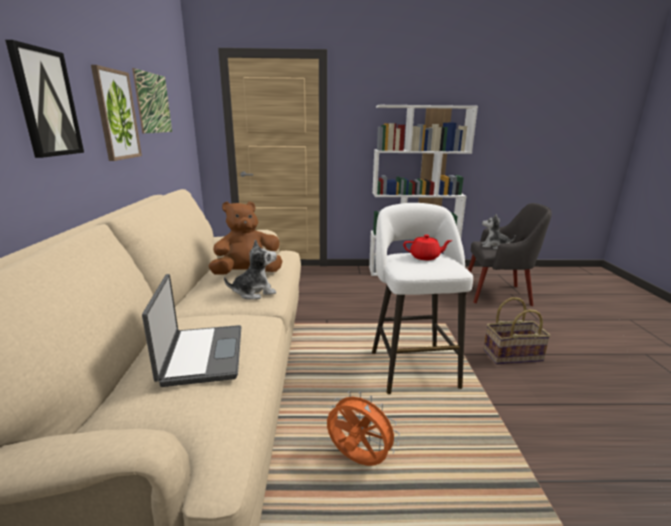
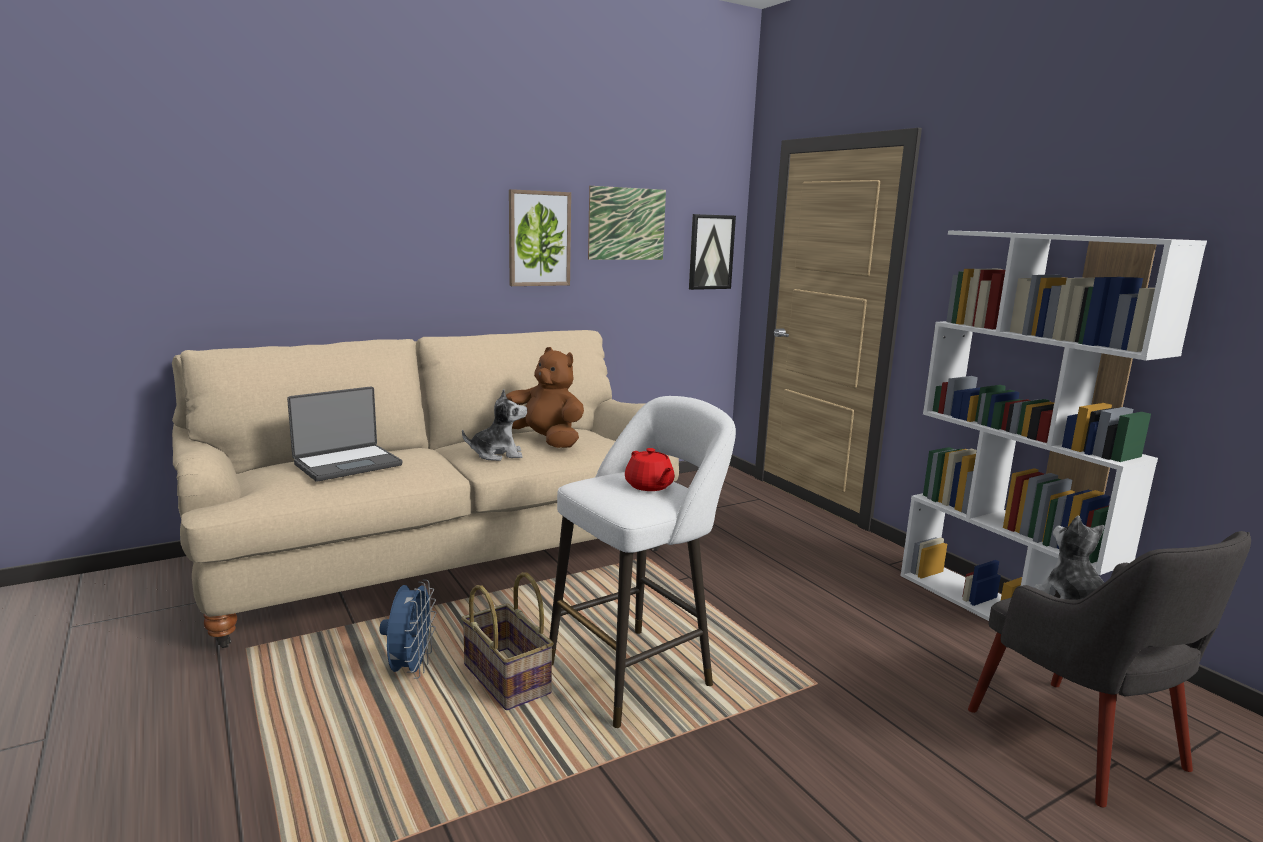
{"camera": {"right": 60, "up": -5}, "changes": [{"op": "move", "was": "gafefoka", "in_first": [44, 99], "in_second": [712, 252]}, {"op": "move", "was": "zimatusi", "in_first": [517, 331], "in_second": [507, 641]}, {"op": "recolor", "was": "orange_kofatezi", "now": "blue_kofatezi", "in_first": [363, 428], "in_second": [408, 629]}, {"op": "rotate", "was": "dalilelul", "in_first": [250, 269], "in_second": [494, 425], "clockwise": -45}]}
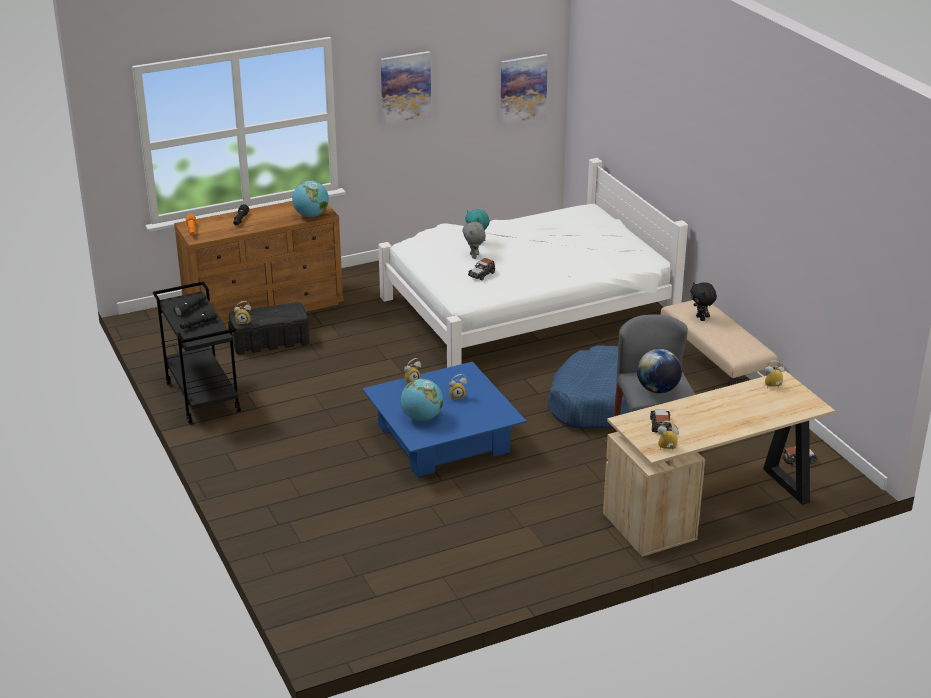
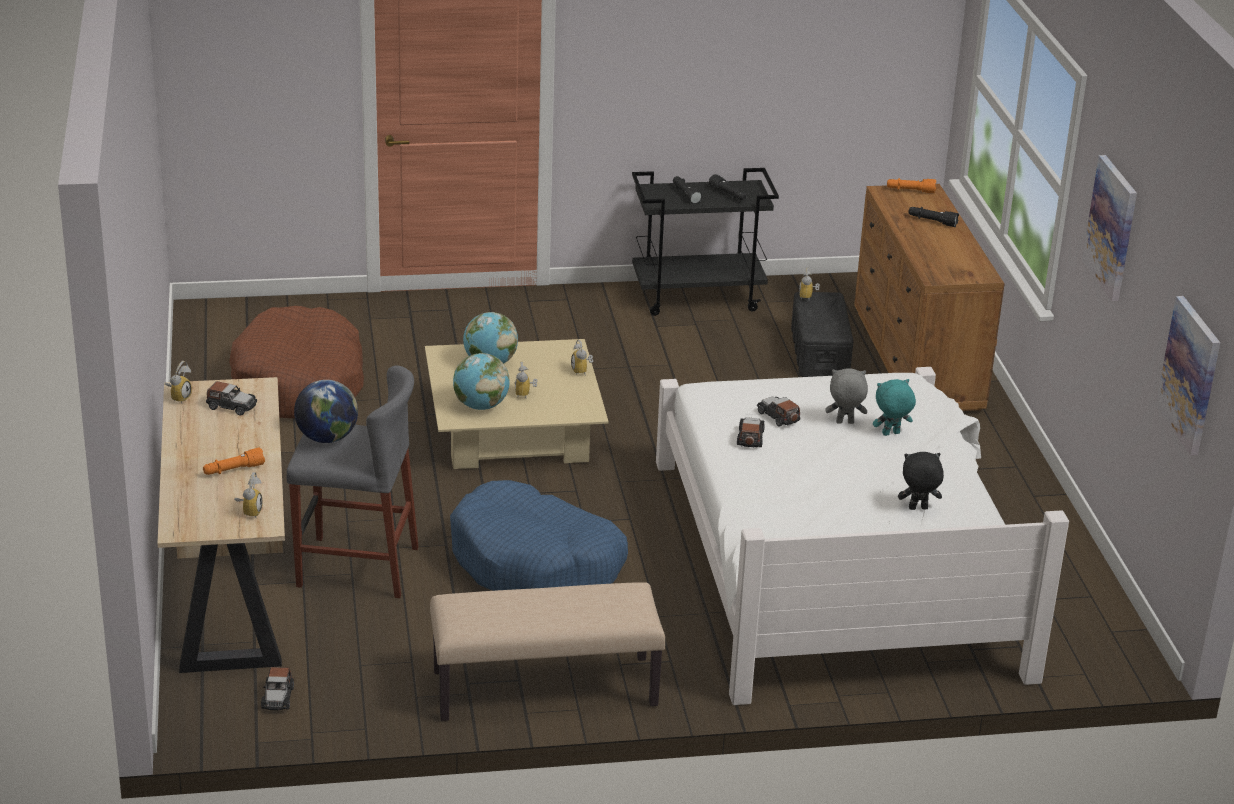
{"camera": {"right": 105, "up": 0}, "changes": [{"op": "insert", "now": "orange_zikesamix", "in_second": [234, 461]}, {"op": "insert", "now": "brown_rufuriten", "in_second": [296, 362]}, {"op": "insert", "now": "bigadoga", "in_second": [751, 432]}, {"op": "move", "was": "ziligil", "in_first": [310, 199], "in_second": [481, 381]}, {"op": "move", "was": "black_dalilelul", "in_first": [703, 301], "in_second": [921, 481]}, {"op": "recolor", "was": "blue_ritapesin", "now": "beige_ritapesin", "in_first": [444, 419], "in_second": [517, 404]}]}
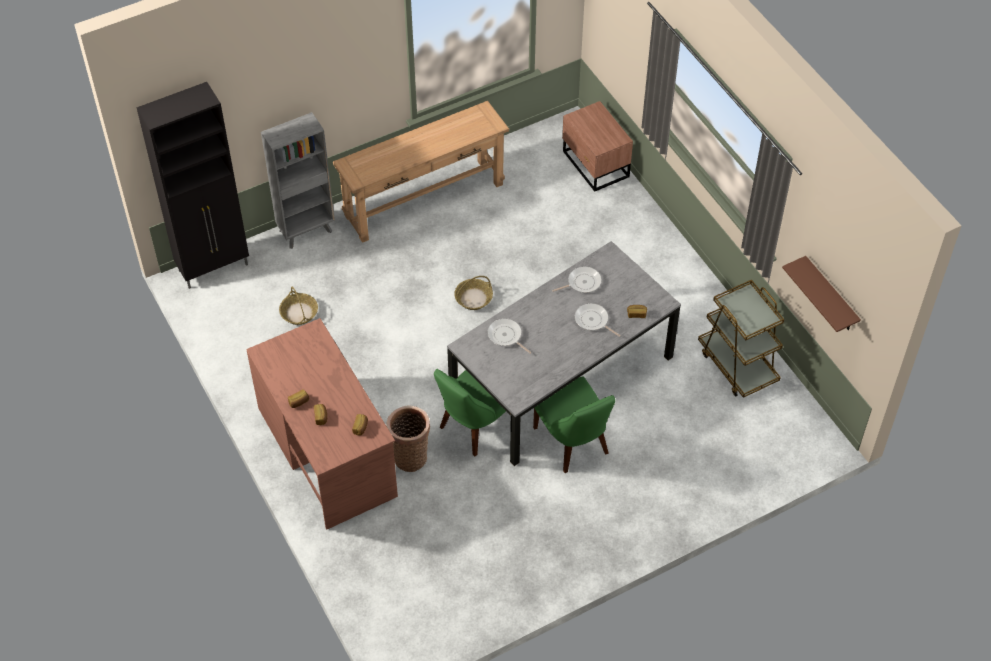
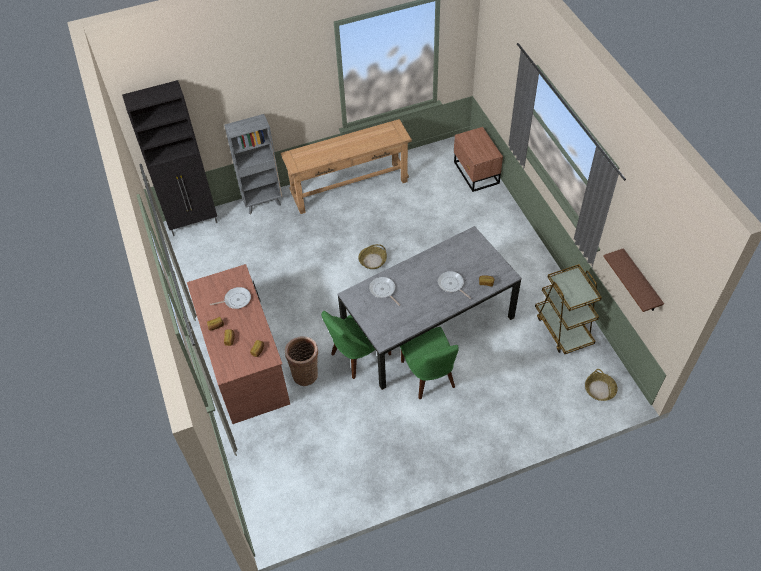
{"camera": {"right": 10, "up": 0}, "changes": [{"op": "move", "was": "zimatusi", "in_first": [298, 306], "in_second": [601, 385]}, {"op": "move", "was": "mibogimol", "in_first": [577, 279], "in_second": [230, 298]}]}
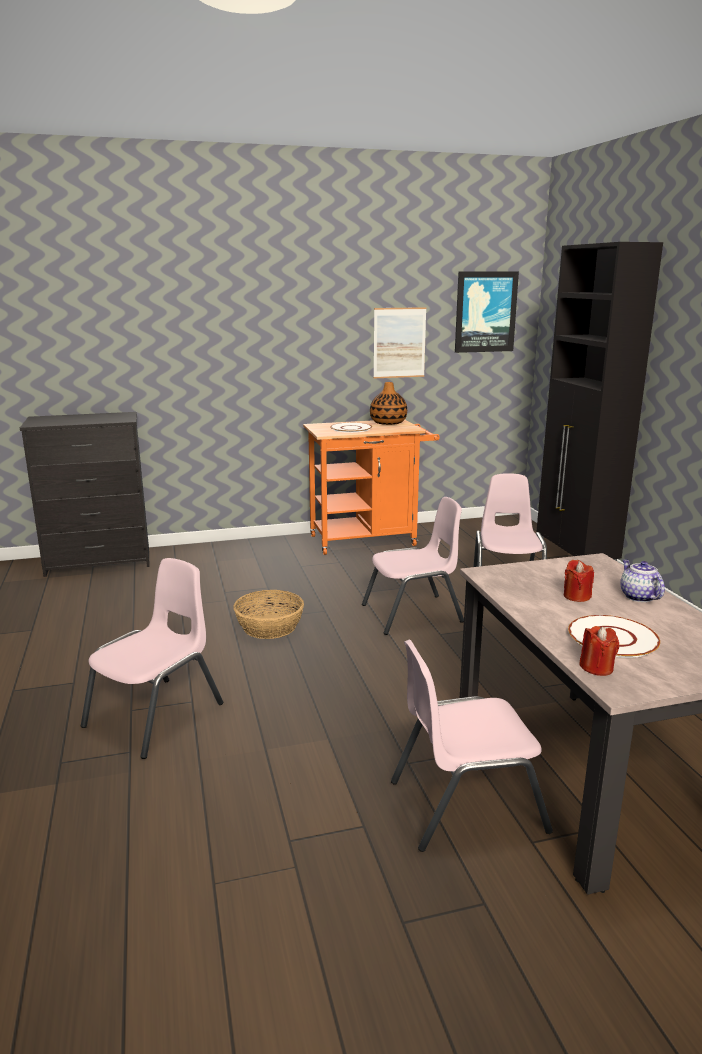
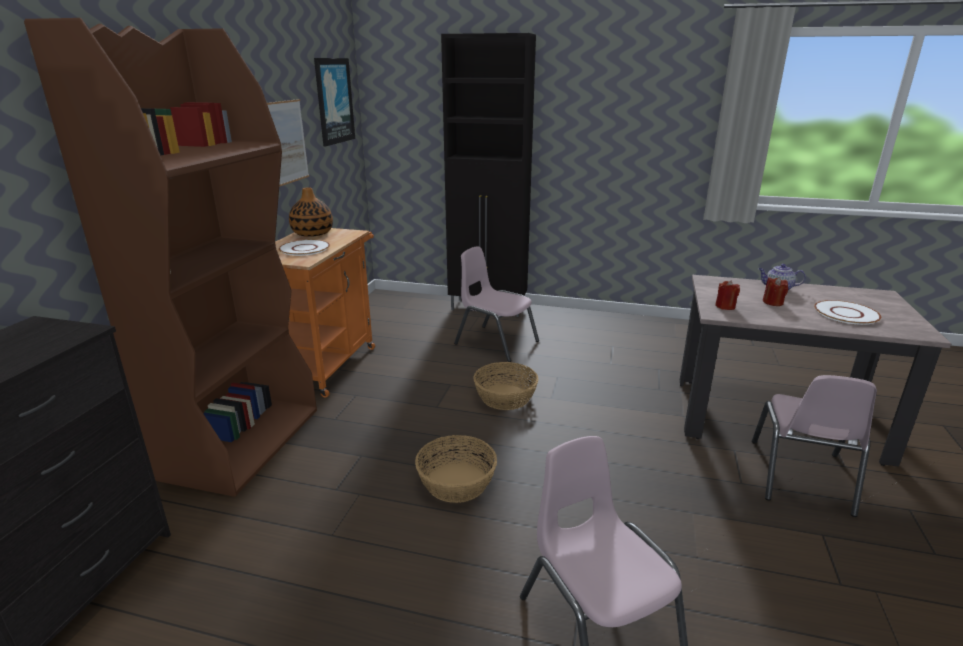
{"camera": {"right": -60, "up": 5}, "changes": [{"op": "insert", "now": "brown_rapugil", "in_second": [170, 257]}, {"op": "move", "was": "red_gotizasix", "in_first": [599, 651], "in_second": [727, 295]}, {"op": "replace", "was": "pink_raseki", "now": "zimatusi", "in_first": [413, 566], "in_second": [505, 386]}]}
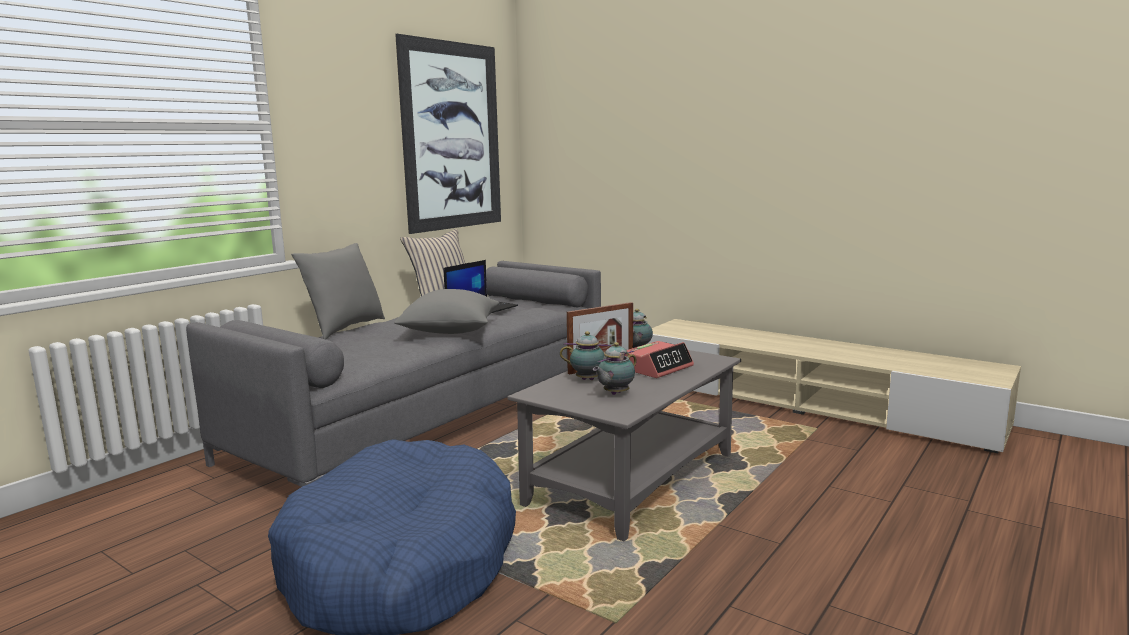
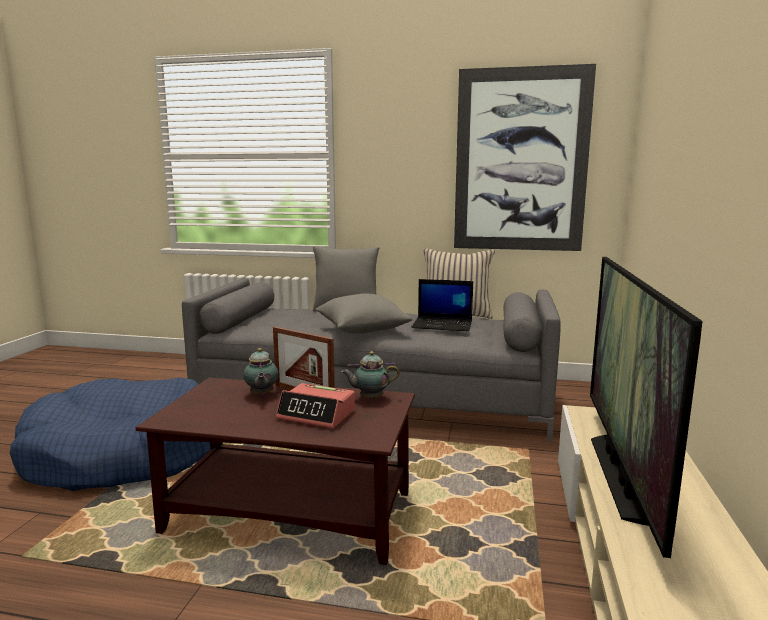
{"camera": {"right": 65, "up": 0}, "changes": [{"op": "delete", "was": "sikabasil", "in_first": [615, 368]}, {"op": "insert", "now": "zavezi", "in_second": [646, 407]}, {"op": "recolor", "was": "grey_ritapesin", "now": "brown_ritapesin", "in_first": [624, 442], "in_second": [275, 471]}]}
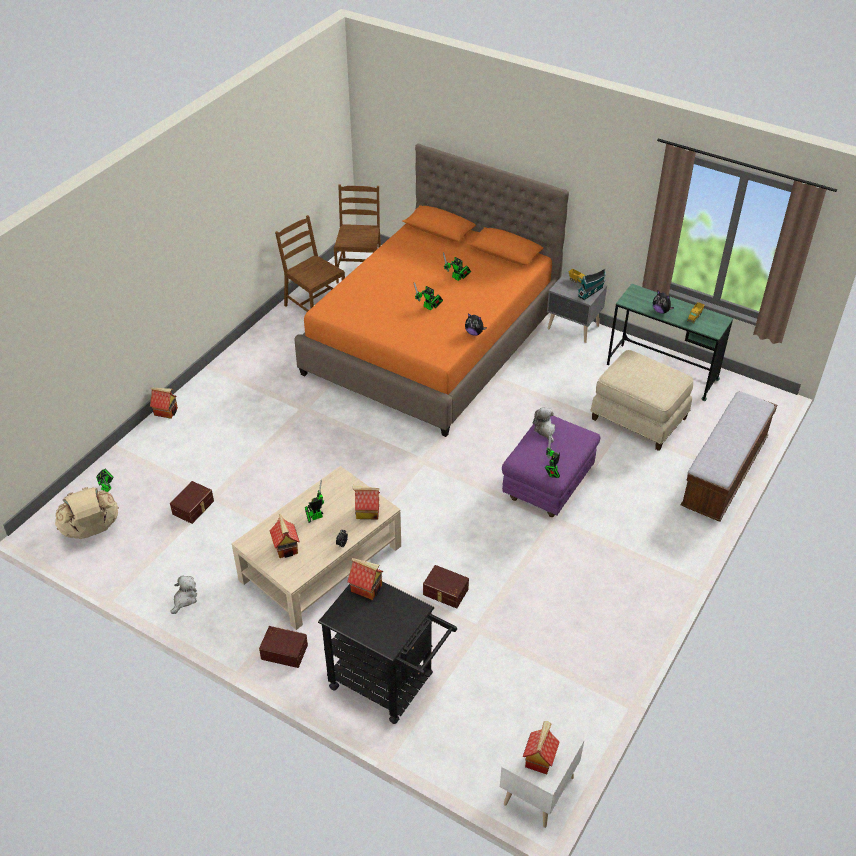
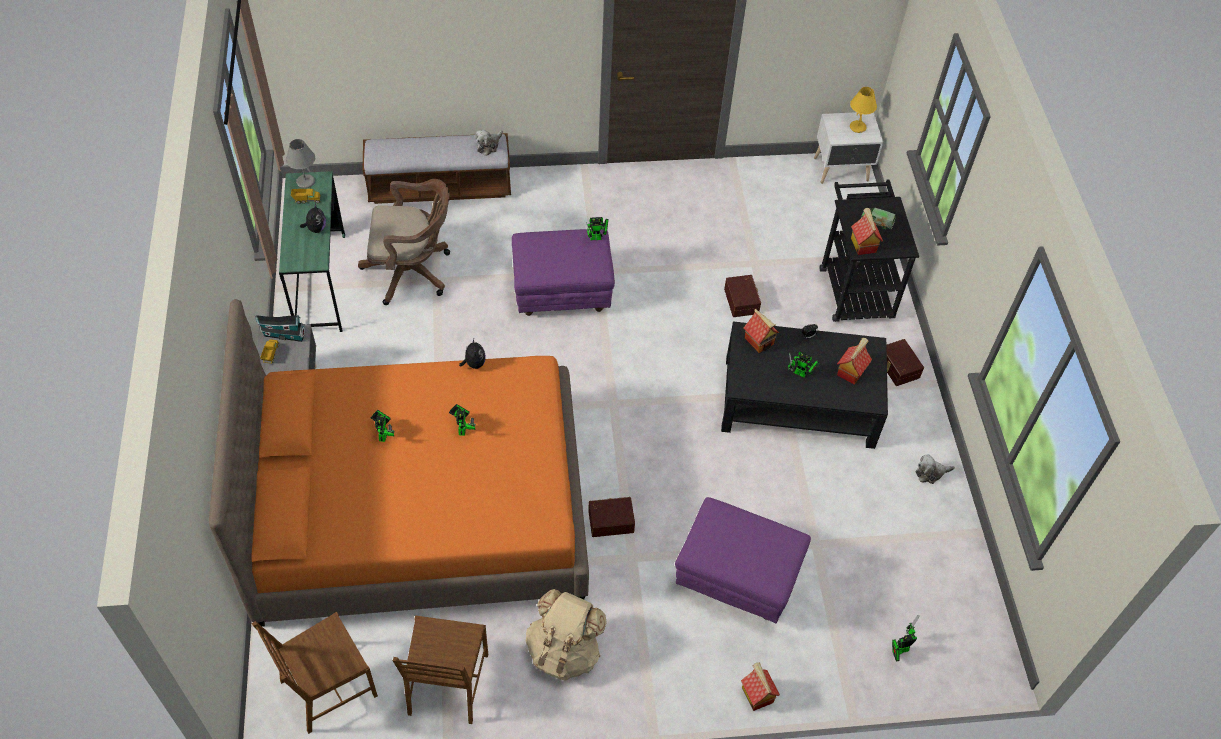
{"camera": {"right": -130, "up": 10}, "changes": [{"op": "insert", "now": "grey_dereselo", "in_second": [300, 163]}, {"op": "insert", "now": "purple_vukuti", "in_second": [743, 560]}, {"op": "insert", "now": "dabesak", "in_second": [878, 219]}, {"op": "move", "was": "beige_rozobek", "in_first": [87, 513], "in_second": [566, 635]}, {"op": "move", "was": "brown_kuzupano", "in_first": [192, 502], "in_second": [611, 517]}, {"op": "move", "was": "dalilelul", "in_first": [544, 425], "in_second": [489, 143]}, {"op": "replace", "was": "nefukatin", "now": "yellow_dereselo", "in_first": [541, 747], "in_second": [863, 110]}, {"op": "replace", "was": "beige_vukuti", "now": "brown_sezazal", "in_first": [641, 400], "in_second": [404, 242]}, {"op": "recolor", "was": "beige_ritapesin", "now": "black_ritapesin", "in_first": [316, 548], "in_second": [804, 385]}]}
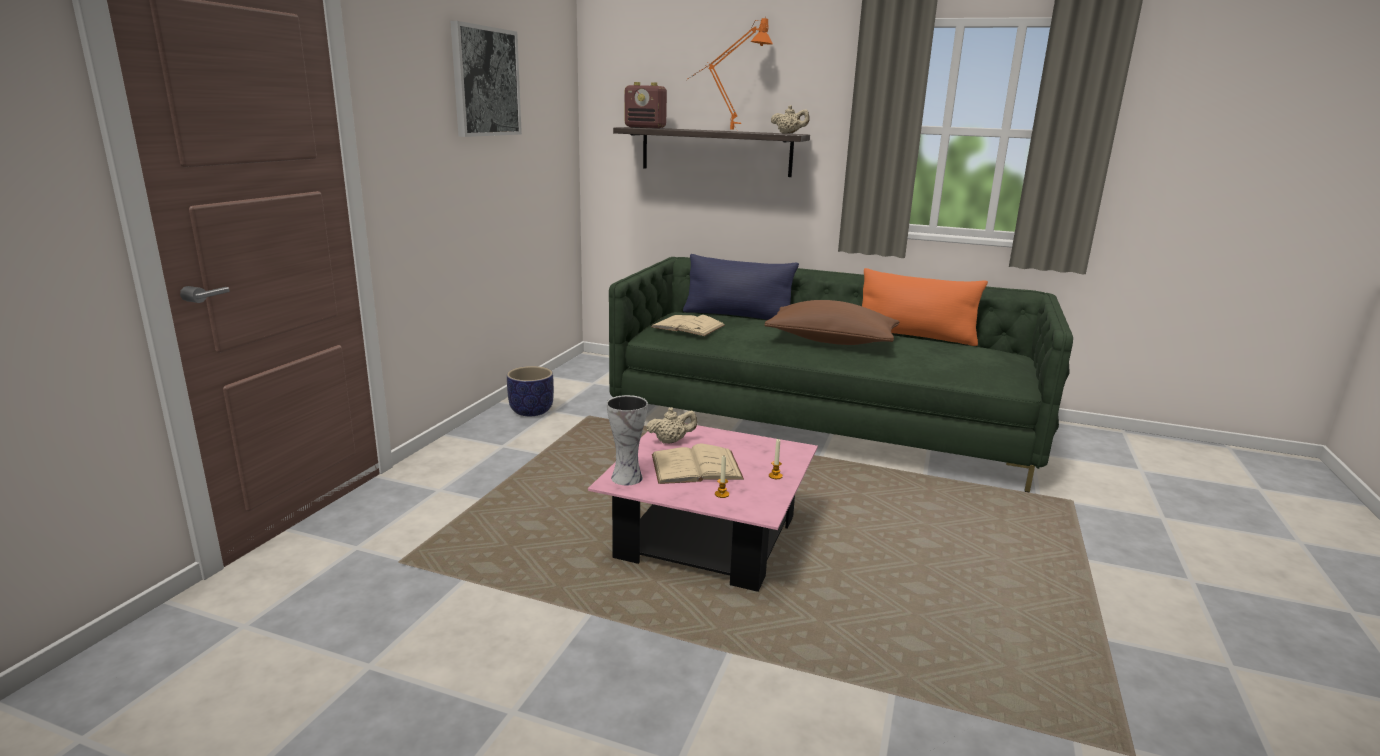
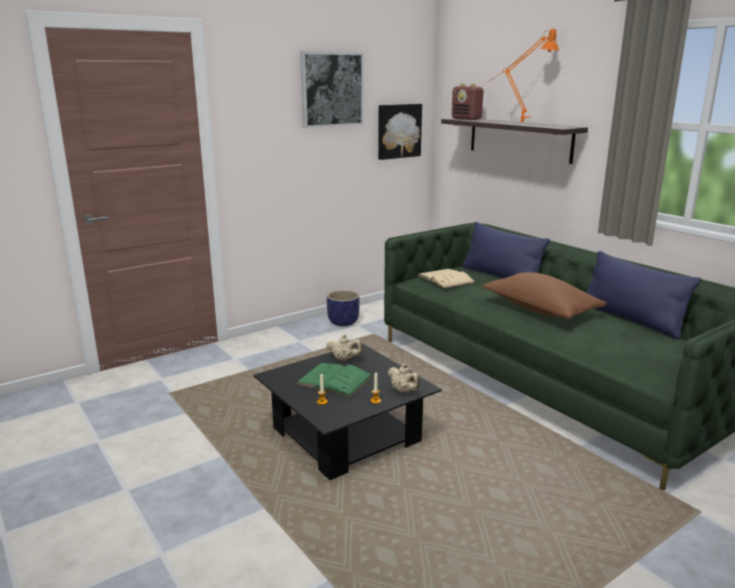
{"camera": {"right": 35, "up": 0}, "changes": [{"op": "delete", "was": "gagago", "in_first": [627, 440]}, {"op": "insert", "now": "gafefoka", "in_second": [400, 132]}, {"op": "move", "was": "beige_sikabasil", "in_first": [790, 119], "in_second": [404, 378]}, {"op": "recolor", "was": "pink_ritapesin", "now": "black_ritapesin", "in_first": [703, 507], "in_second": [348, 411]}, {"op": "recolor", "was": "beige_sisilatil", "now": "green_sisilatil", "in_first": [698, 464], "in_second": [333, 380]}, {"op": "recolor", "was": "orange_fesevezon", "now": "blue_fesevezon", "in_first": [925, 307], "in_second": [643, 295]}]}
